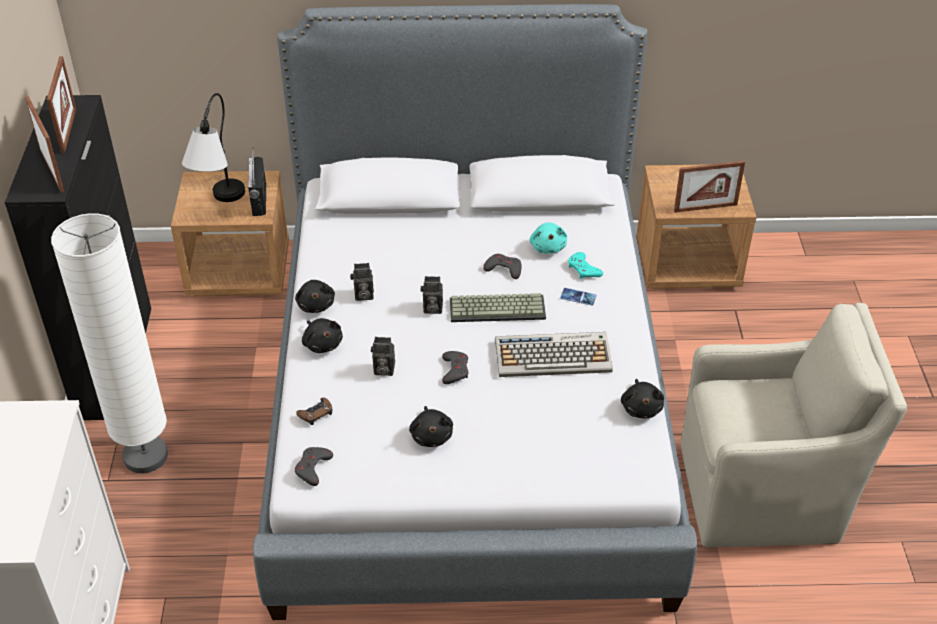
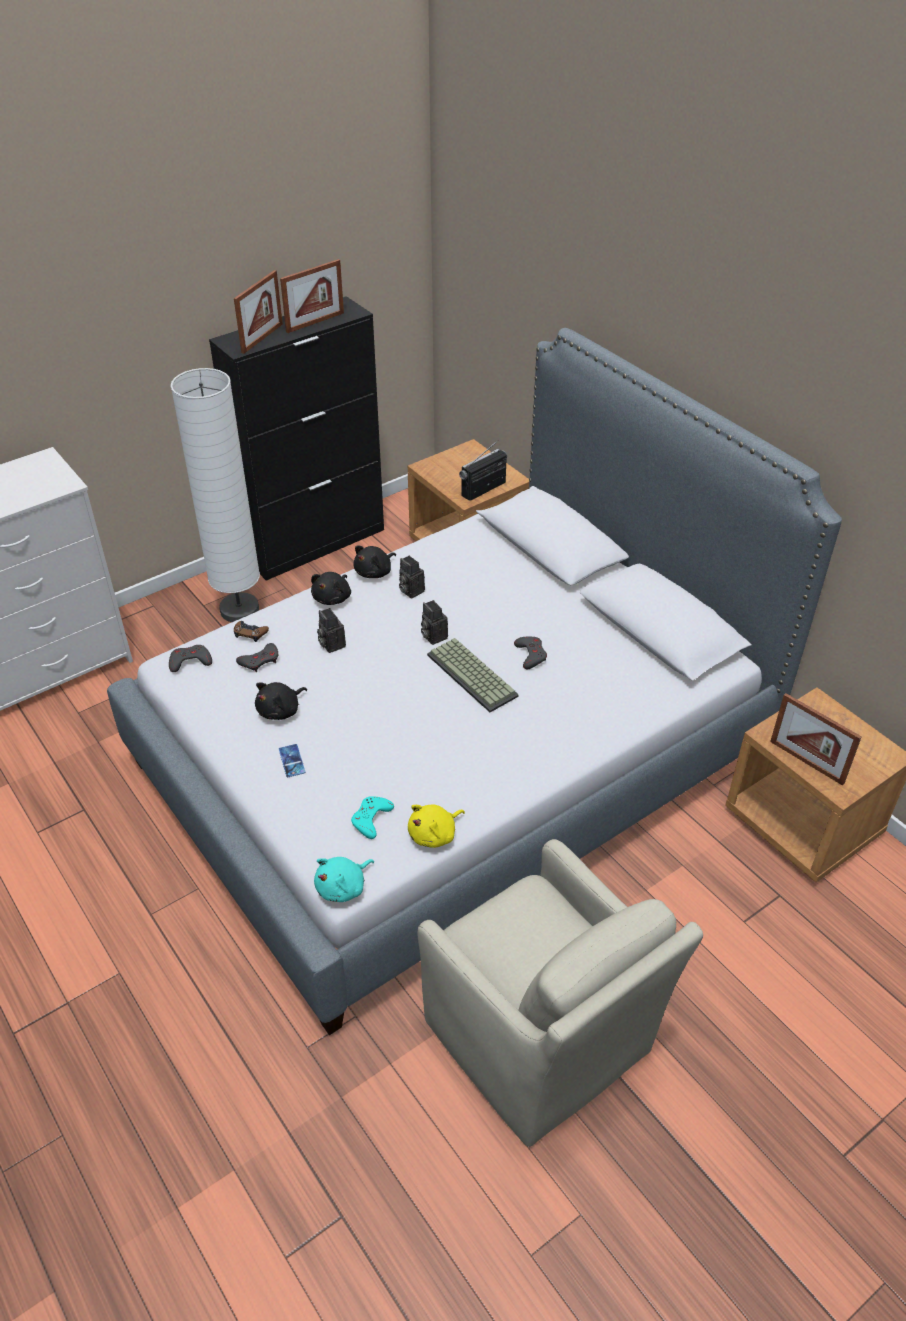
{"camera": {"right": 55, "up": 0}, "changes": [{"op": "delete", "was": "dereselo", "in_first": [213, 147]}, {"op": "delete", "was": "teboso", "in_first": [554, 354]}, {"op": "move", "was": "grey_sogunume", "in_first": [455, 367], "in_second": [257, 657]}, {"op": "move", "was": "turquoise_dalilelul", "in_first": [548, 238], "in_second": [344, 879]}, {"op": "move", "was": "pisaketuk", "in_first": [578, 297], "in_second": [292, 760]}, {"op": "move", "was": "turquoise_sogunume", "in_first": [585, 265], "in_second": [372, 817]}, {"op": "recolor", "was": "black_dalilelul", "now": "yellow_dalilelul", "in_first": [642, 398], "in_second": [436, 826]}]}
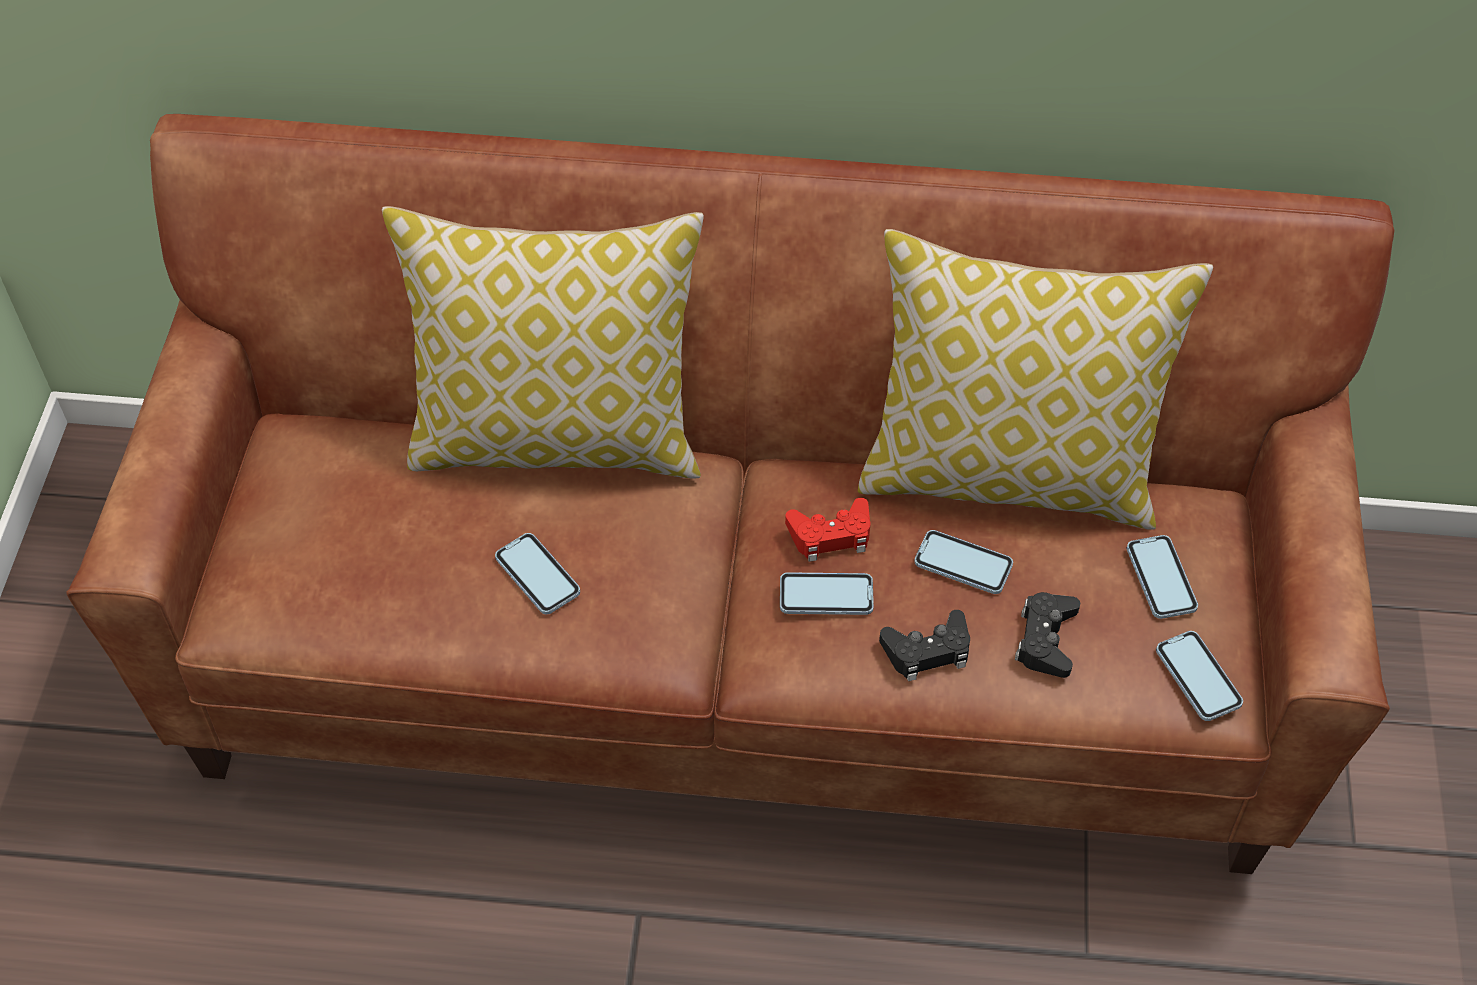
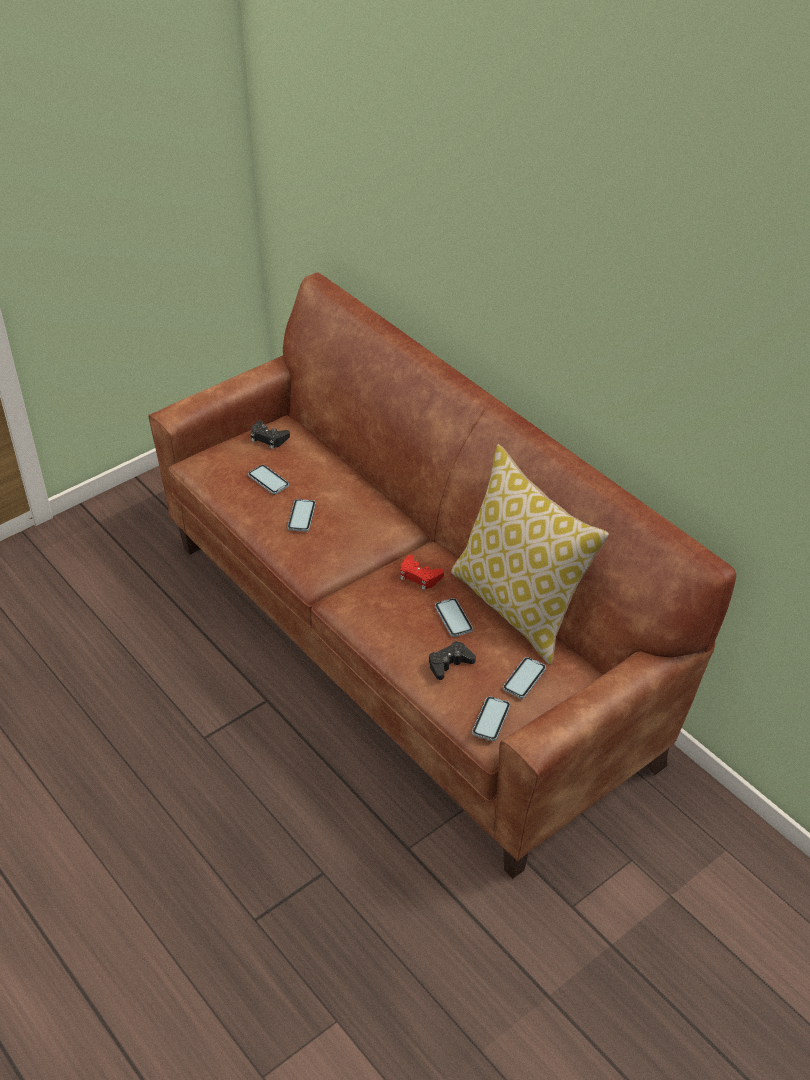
{"camera": {"right": 45, "up": -10}, "changes": [{"op": "delete", "was": "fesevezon", "in_first": [543, 342]}, {"op": "move", "was": "pisaketuk", "in_first": [827, 593], "in_second": [268, 479]}, {"op": "move", "was": "black_sogunume", "in_first": [924, 645], "in_second": [270, 434]}]}
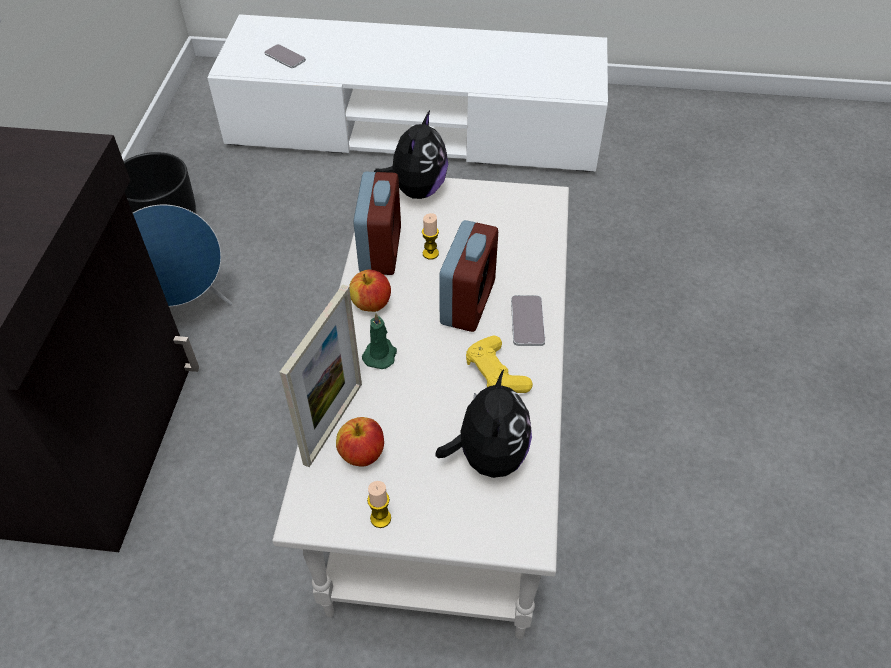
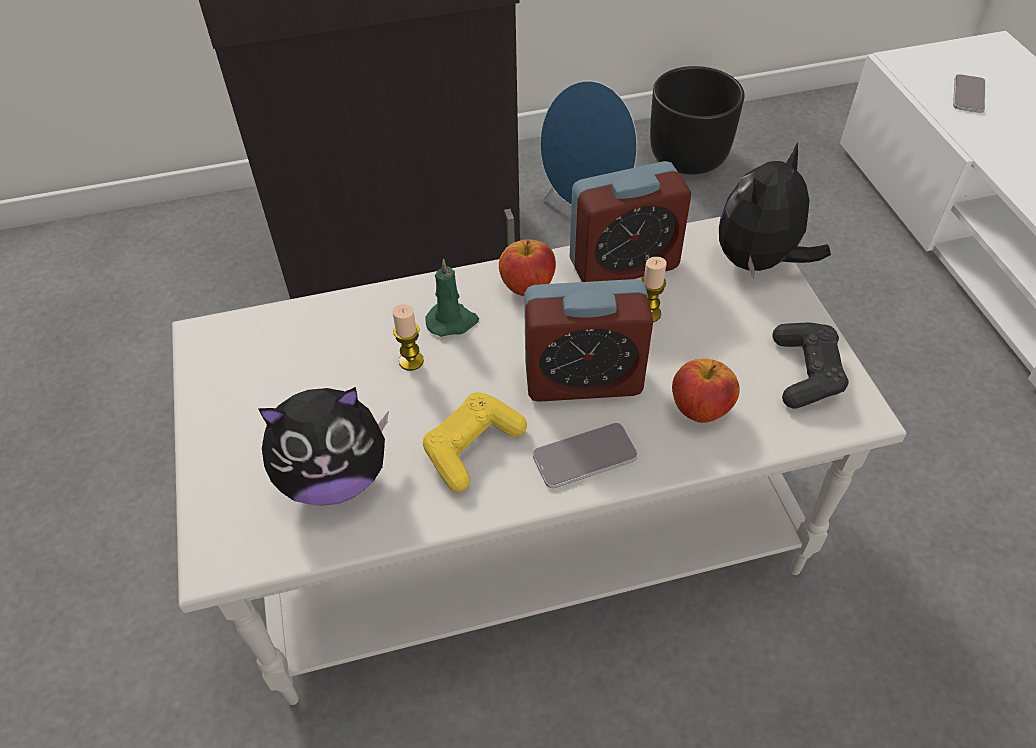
{"camera": {"right": 70, "up": 0}, "changes": [{"op": "delete", "was": "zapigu", "in_first": [321, 375]}, {"op": "insert", "now": "black_sogunume", "in_second": [810, 365]}, {"op": "move", "was": "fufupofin", "in_first": [360, 442], "in_second": [706, 390]}, {"op": "move", "was": "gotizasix", "in_first": [379, 504], "in_second": [408, 337]}, {"op": "rotate", "was": "dalilelul", "in_first": [411, 154], "in_second": [775, 211], "clockwise": 135}]}
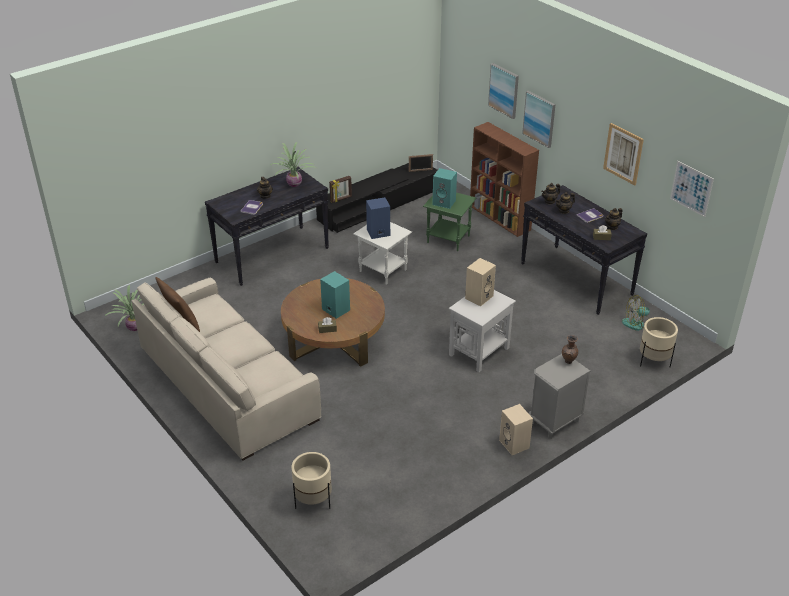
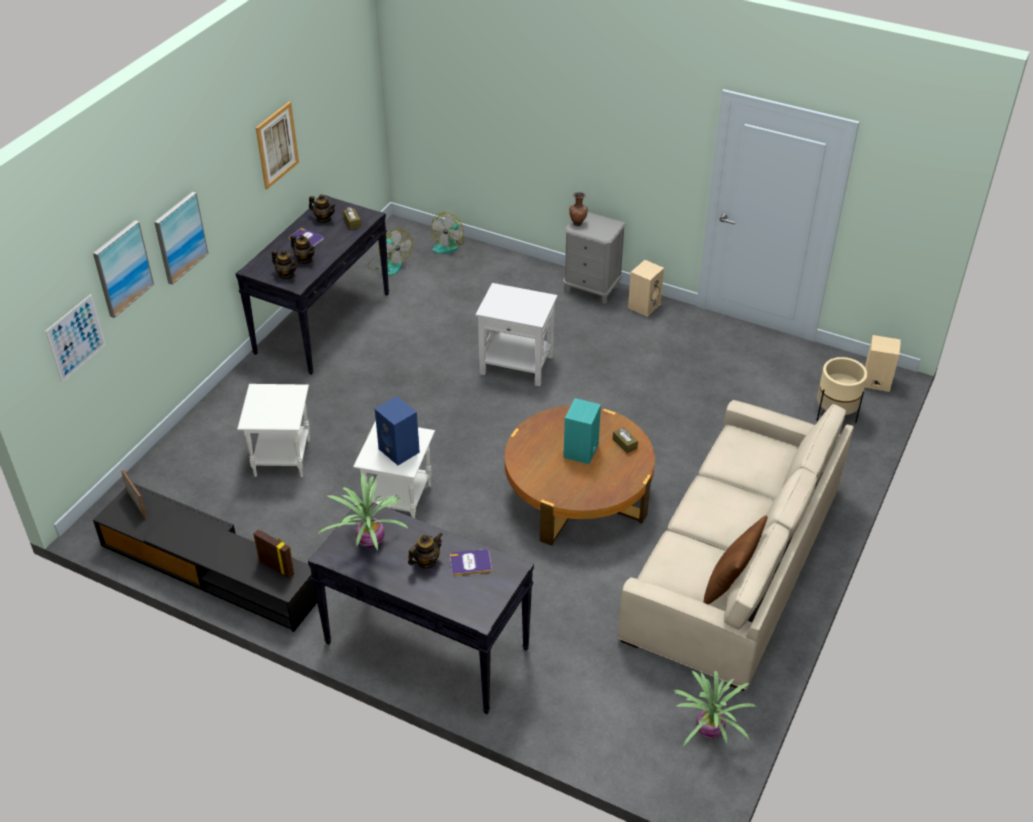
{"camera": {"right": -115, "up": 5}, "changes": [{"op": "delete", "was": "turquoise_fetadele", "in_first": [444, 188]}, {"op": "delete", "was": "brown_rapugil", "in_first": [504, 179]}, {"op": "move", "was": "beige_fetadele", "in_first": [480, 282], "in_second": [882, 363]}, {"op": "move", "was": "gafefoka", "in_first": [692, 189], "in_second": [75, 338]}, {"op": "replace", "was": "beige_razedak", "now": "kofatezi", "in_first": [659, 342], "in_second": [447, 233]}, {"op": "recolor", "was": "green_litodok", "now": "white_litodok", "in_first": [450, 221], "in_second": [273, 430]}]}
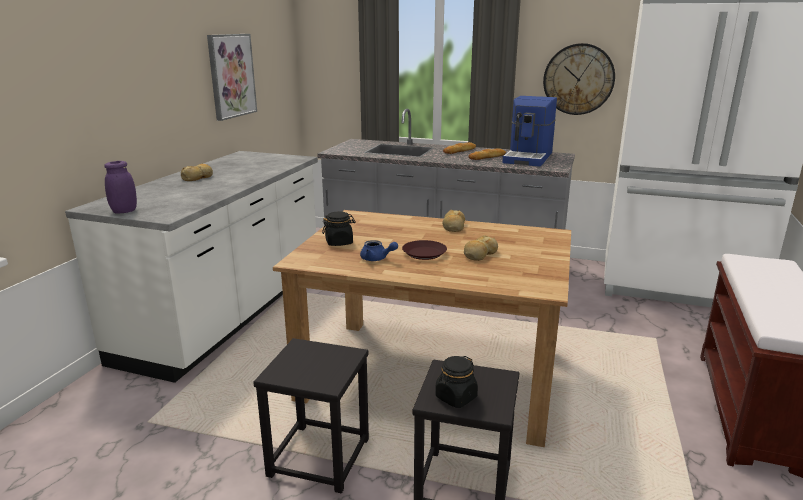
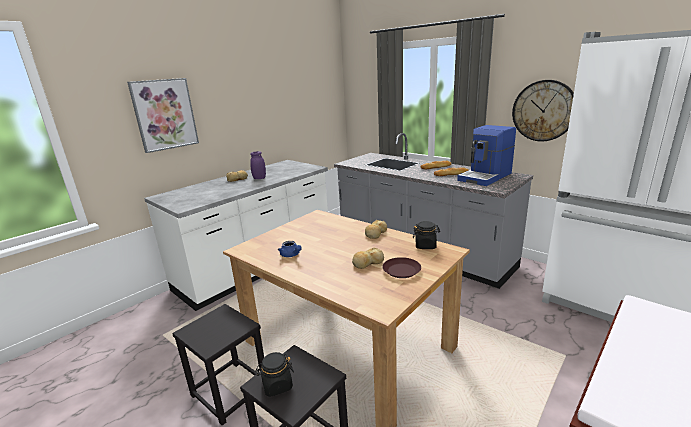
{"camera": {"right": 25, "up": 0}, "changes": [{"op": "move", "was": "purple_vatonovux", "in_first": [120, 187], "in_second": [258, 165]}, {"op": "move", "was": "gafefoka", "in_first": [232, 77], "in_second": [163, 115]}, {"op": "move", "was": "black_vatonovux", "in_first": [339, 228], "in_second": [426, 235]}, {"op": "move", "was": "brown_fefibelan", "in_first": [424, 250], "in_second": [401, 267]}]}
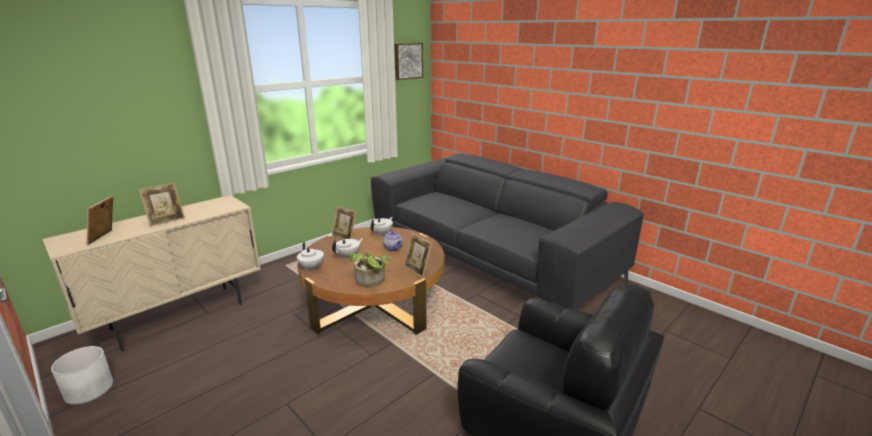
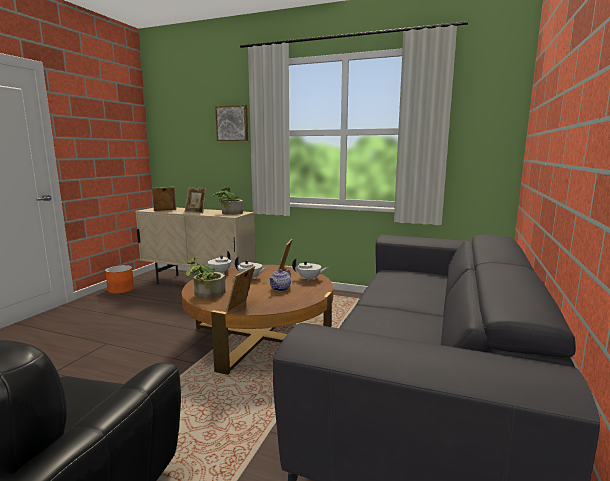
{"camera": {"right": 65, "up": -10}, "changes": [{"op": "insert", "now": "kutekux", "in_second": [227, 201]}, {"op": "move", "was": "gafefoka", "in_first": [409, 61], "in_second": [231, 123]}, {"op": "recolor", "was": "white_razedak", "now": "orange_razedak", "in_first": [82, 375], "in_second": [119, 279]}]}
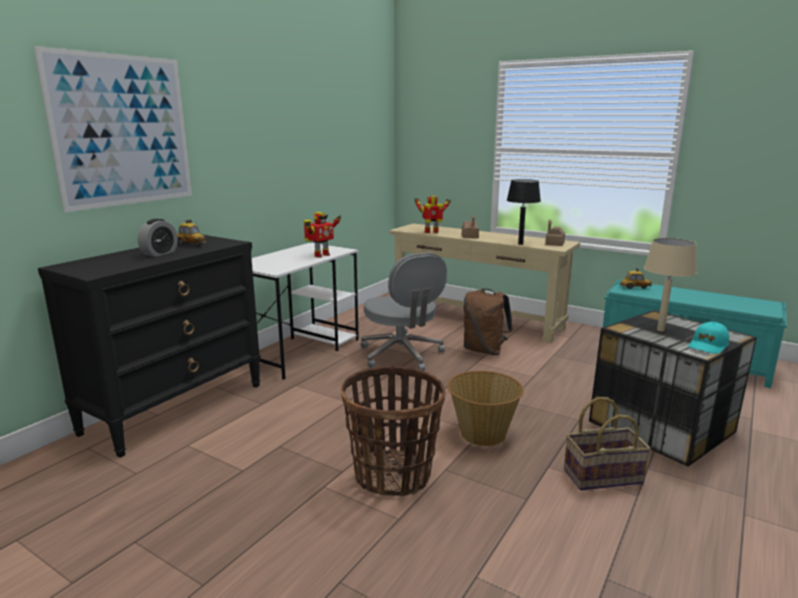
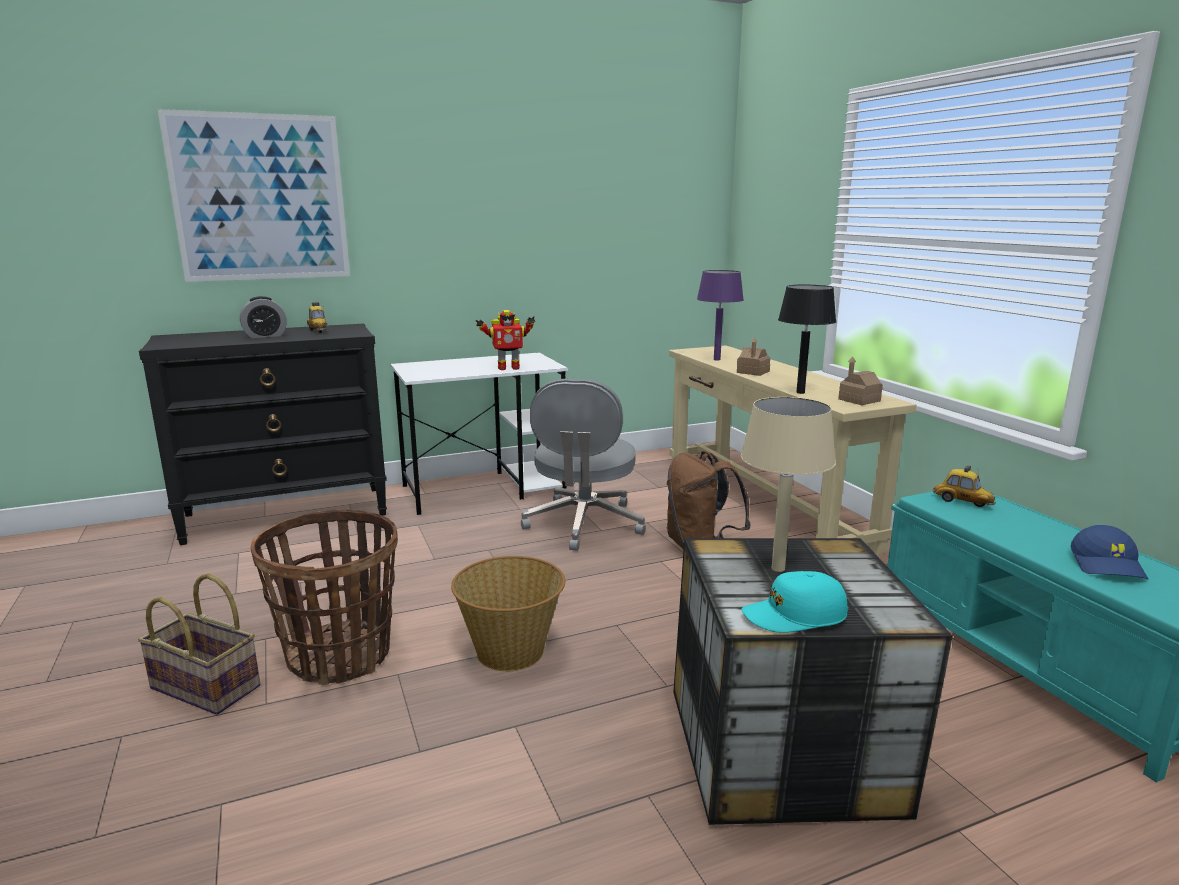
{"camera": {"right": 35, "up": 0}, "changes": [{"op": "insert", "now": "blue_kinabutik", "in_second": [1109, 552]}, {"op": "move", "was": "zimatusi", "in_first": [607, 443], "in_second": [199, 644]}, {"op": "replace", "was": "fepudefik", "now": "purple_dereselo", "in_first": [433, 214], "in_second": [720, 315]}]}
